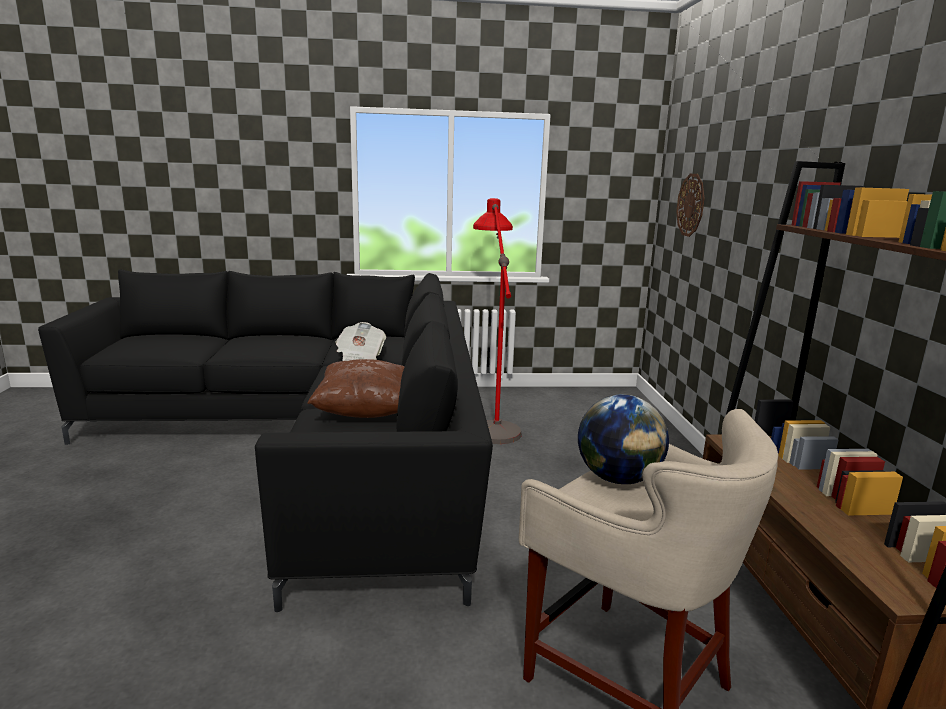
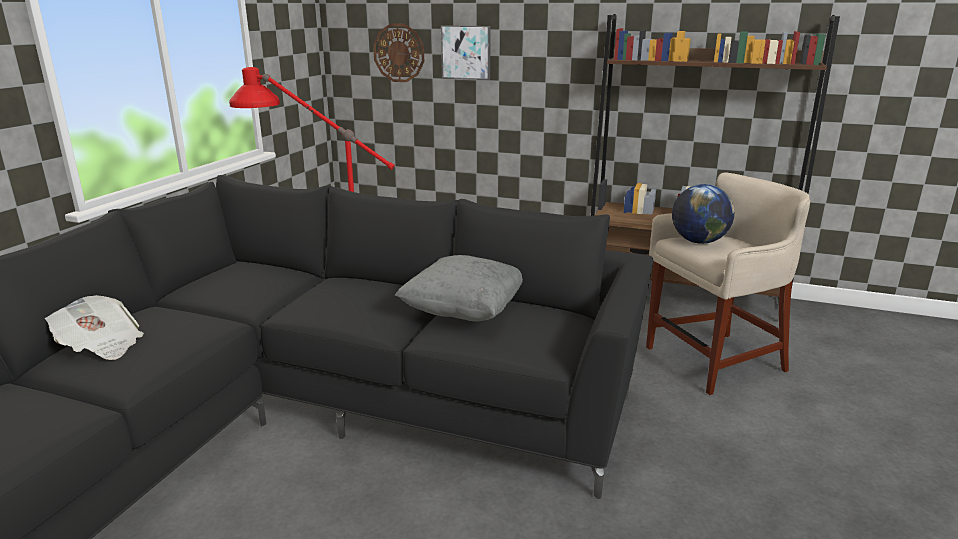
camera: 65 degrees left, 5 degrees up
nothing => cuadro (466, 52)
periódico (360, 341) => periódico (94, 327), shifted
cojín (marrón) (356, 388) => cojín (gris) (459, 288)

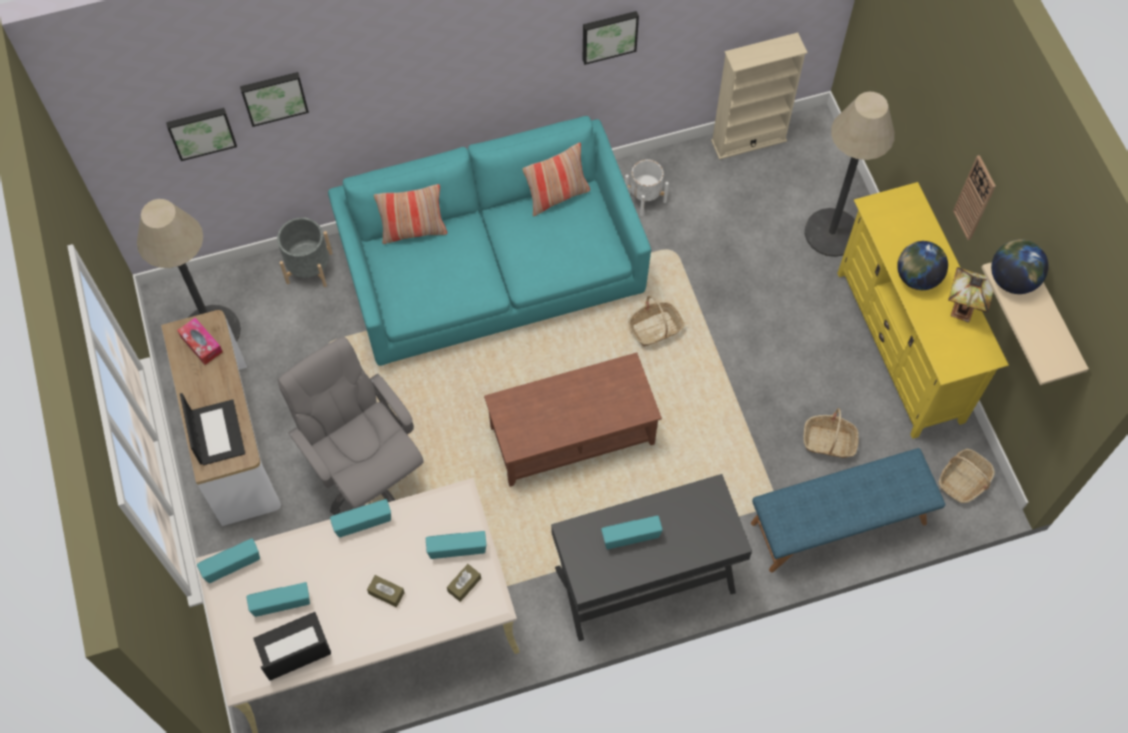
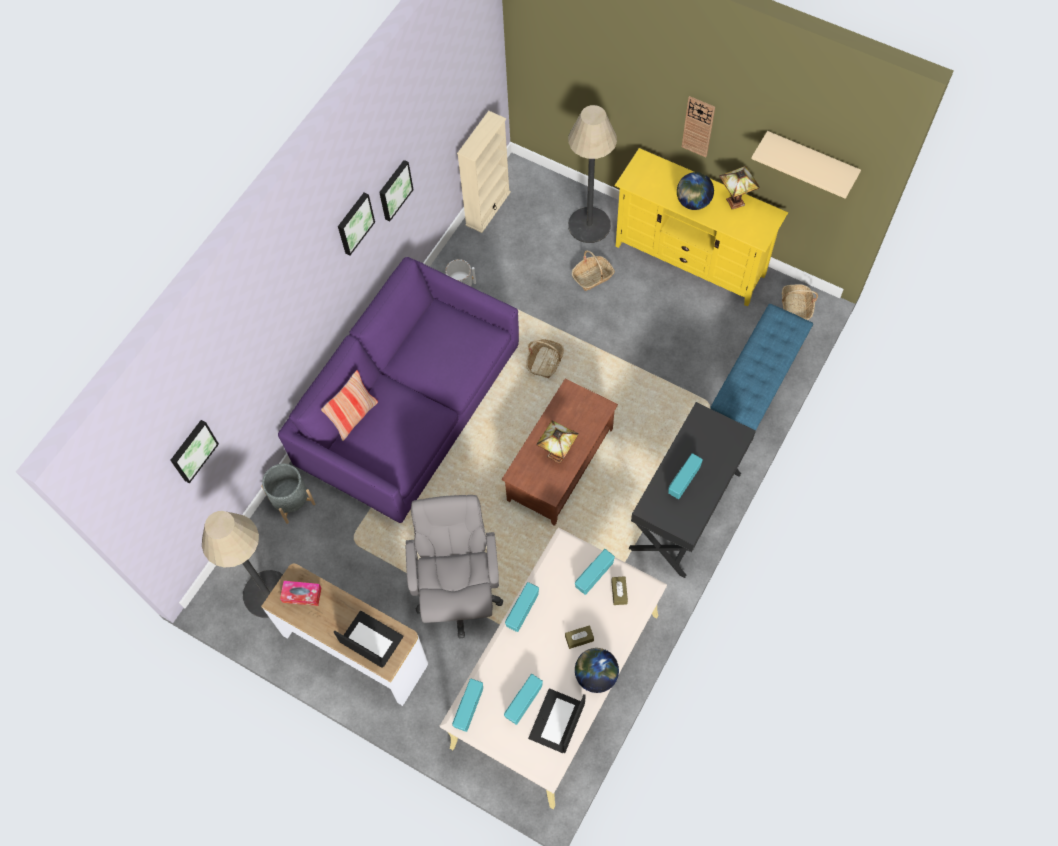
camera: 40 degrees left, 0 degrees up
cojín (556, 179) => nothing
nothing => lámpara de mesa (557, 442)
cuadro (274, 99) => cuadro (356, 224), shifted
cesta (831, 433) => cesta (593, 270), shifted
globo terráqueo (1020, 266) => globo terráqueo (597, 670), shifted
sofá (turquesa) (489, 241) => sofá (morado) (398, 390)
silla de oficina (gris) (351, 426) => silla de oficina (gris) (454, 567), 75 degrees clockwise

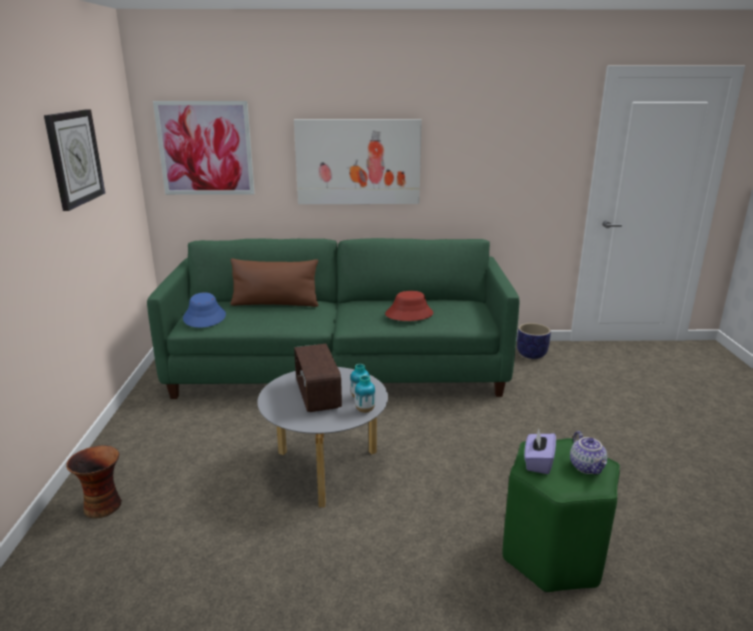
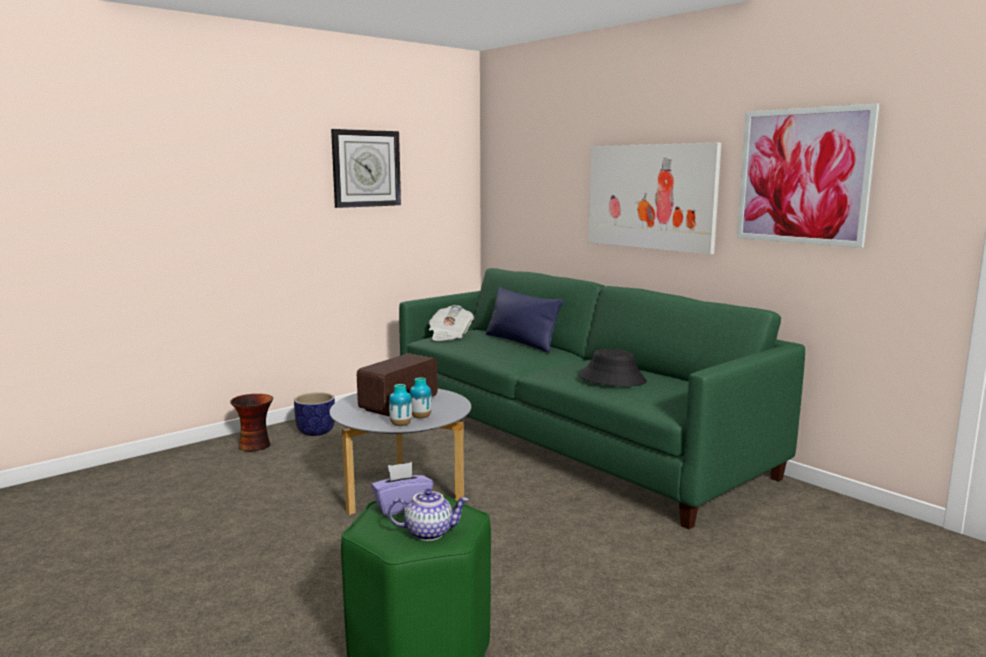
camera: 50 degrees right, 10 degrees down
cuadro (204, 148) => cuadro (808, 175), shifted
maceta (534, 341) => maceta (314, 414), shifted
sombrero (azul) (204, 310) => periódico (451, 323)
cojín (marrón) (274, 282) => cojín (azul) (524, 320)
sombrero (rojo) (409, 306) => sombrero (negro) (613, 367)
tetera (588, 453) => tetera (428, 515), 135 degrees counterclockwise

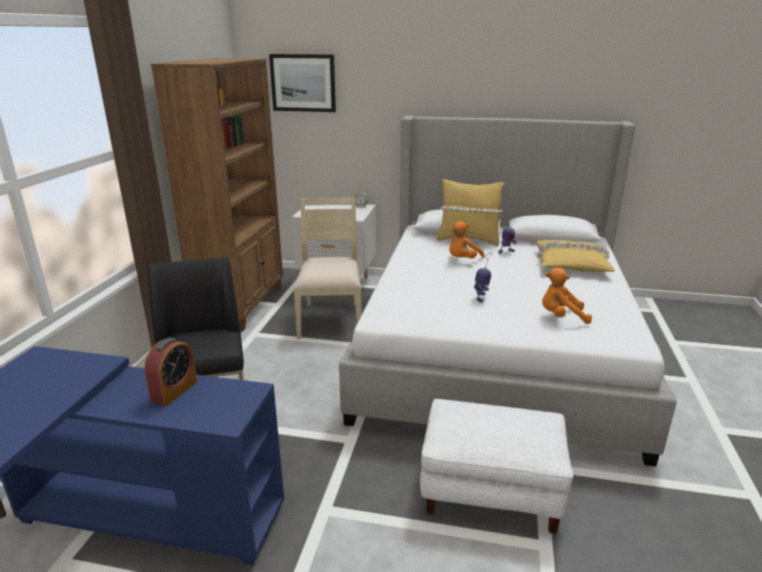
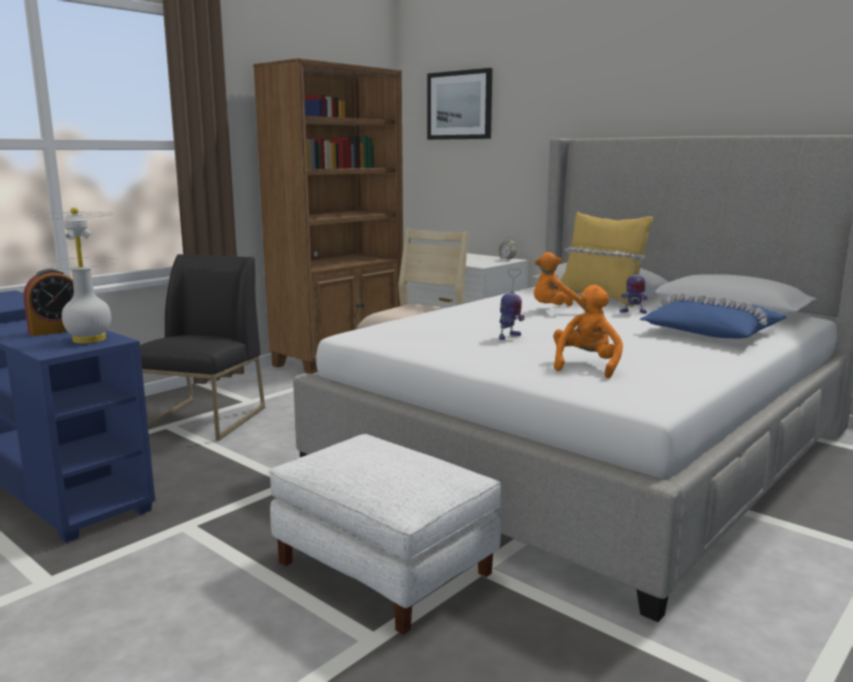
camera: 30 degrees right, 10 degrees down
nothing => lámpara de mesa (blanco) (76, 275)
cojín (amarillo) (575, 256) => cojín (azul) (713, 316)
peluche (naranja) (567, 296) => peluche (naranja) (588, 332), 75 degrees clockwise

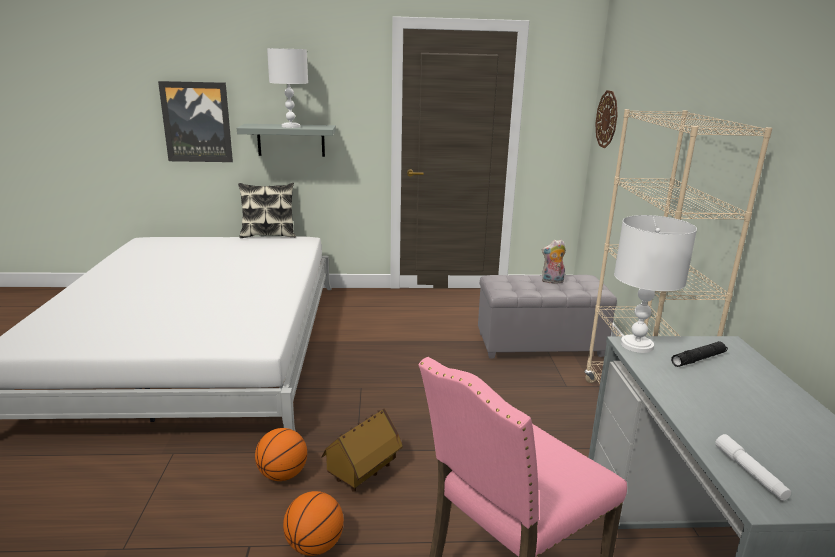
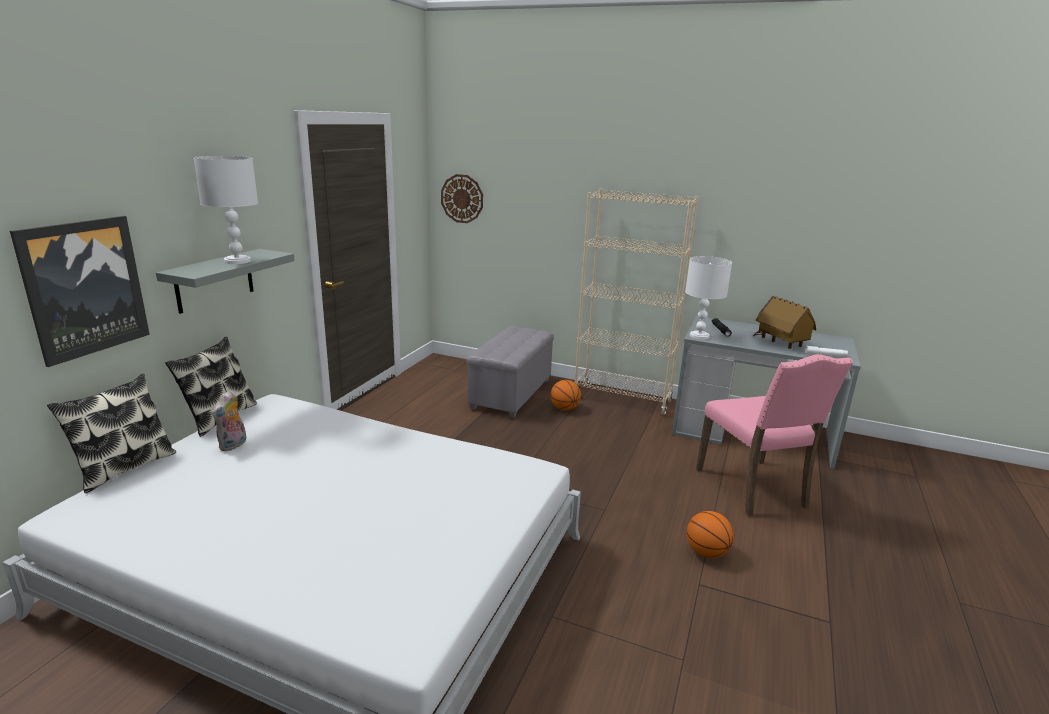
camera: 65 degrees left, 0 degrees up
nothing => cojín (111, 433)
balón de baloncesto (281, 454) => balón de baloncesto (565, 395), shifted
casita (362, 450) => casita (784, 322), shifted
peluche (554, 261) => peluche (229, 420), shifted

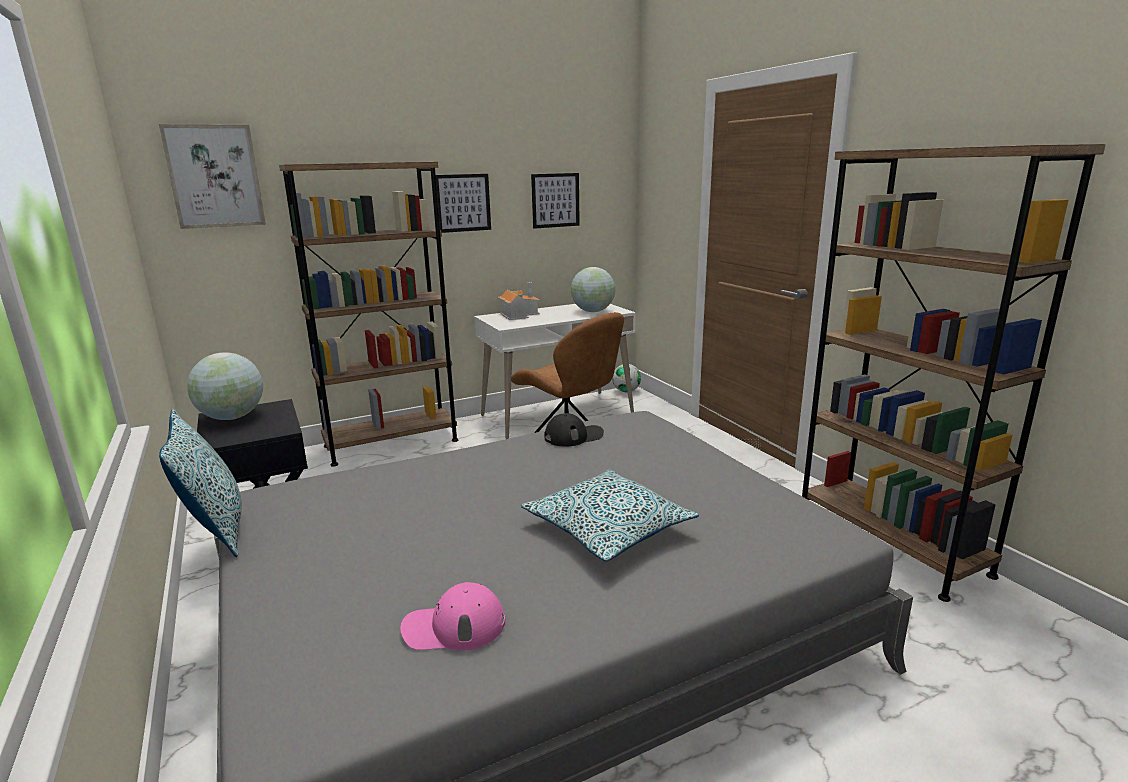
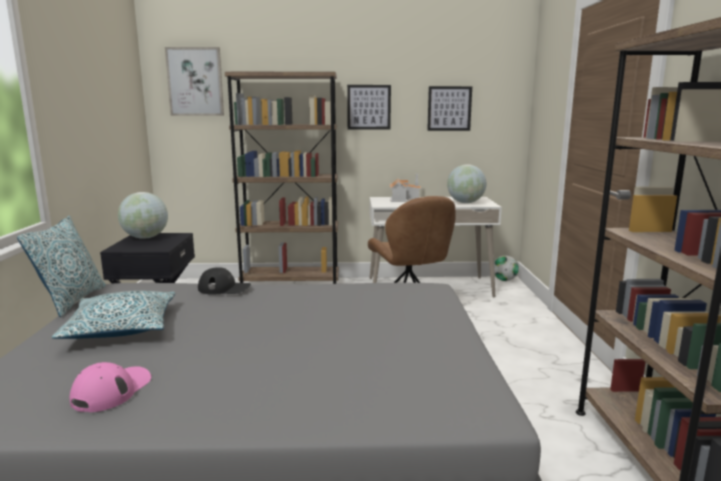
camera: 25 degrees right, 5 degrees down
cojín (609, 515) => cojín (113, 315), shifted
gorra (negro) (574, 429) => gorra (negro) (224, 281), shifted
gorra (rosa) (453, 616) => gorra (rosa) (110, 387), 90 degrees clockwise

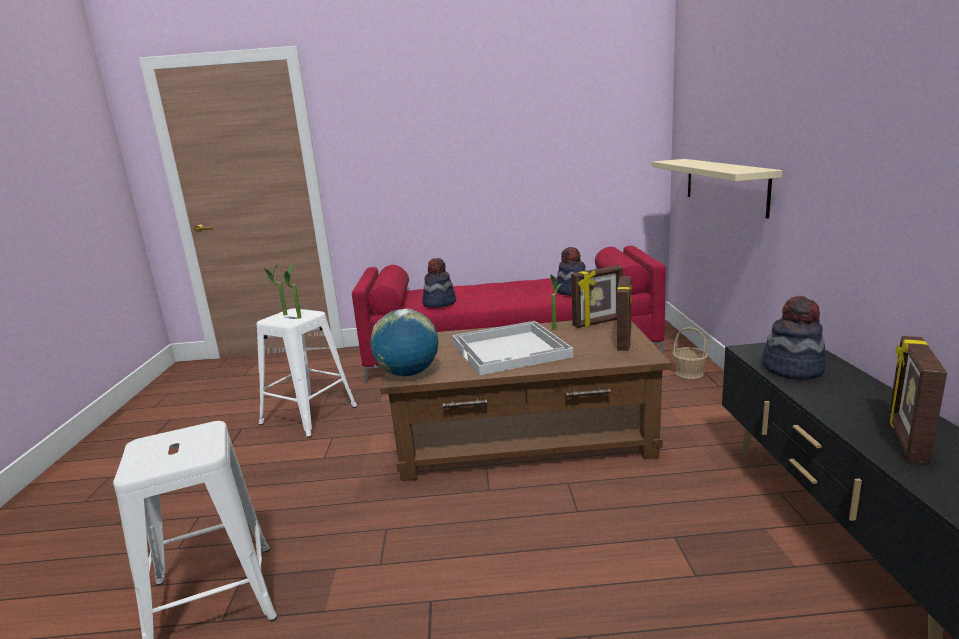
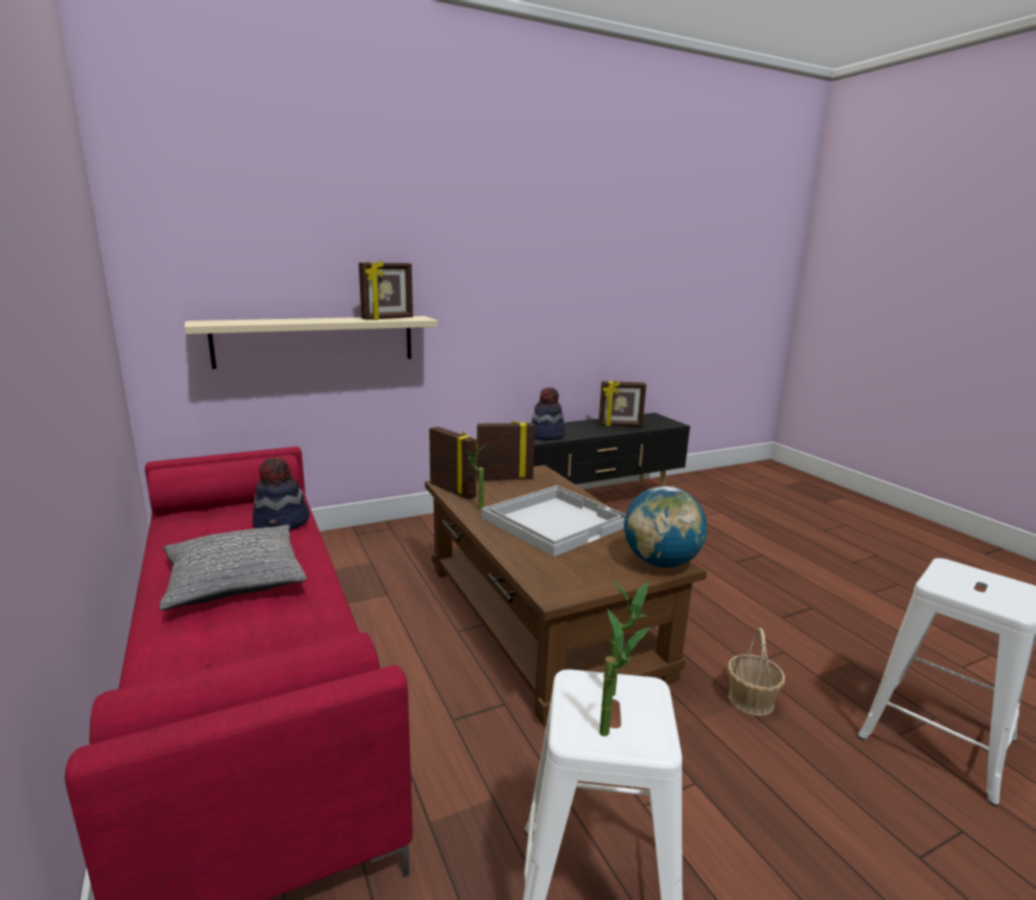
camera: 115 degrees left, 0 degrees up
sombrero (439, 283) => nothing
nothing => cojín (gris) (233, 567)
nothing => portarretratos (386, 290)
cesta (690, 353) => cesta (756, 672), shifted

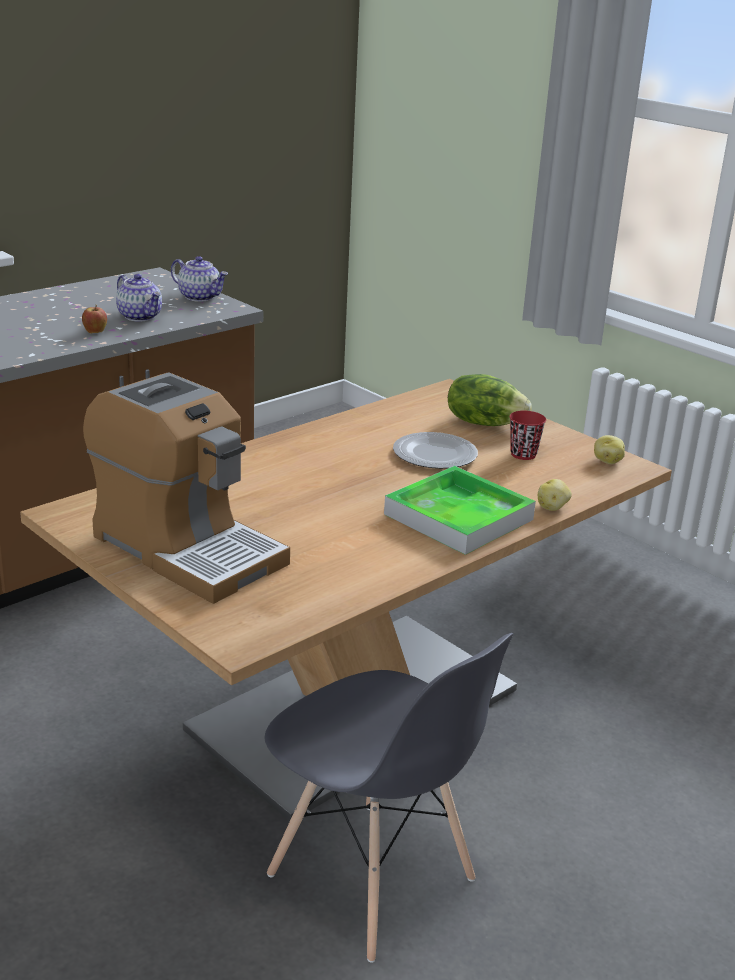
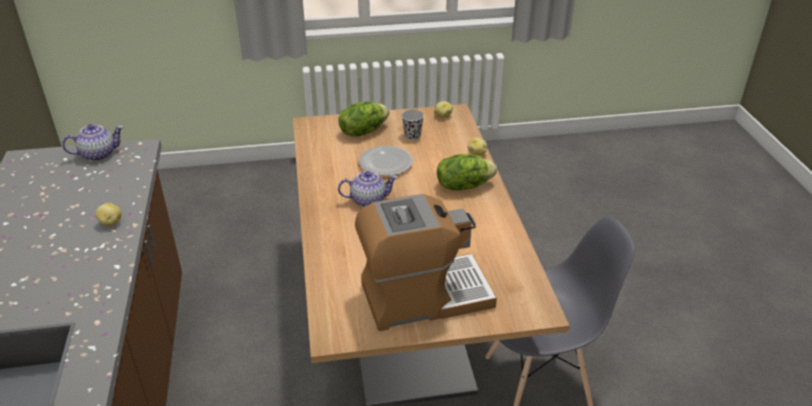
camera: 55 degrees left, 10 degrees up
tetera (139, 297) => tetera (368, 189), shifted
manzana (94, 319) => patata (108, 214)
bandeja (460, 510) => lechuga (467, 172)
taza (rojo) (528, 435) => taza (negro) (413, 124)

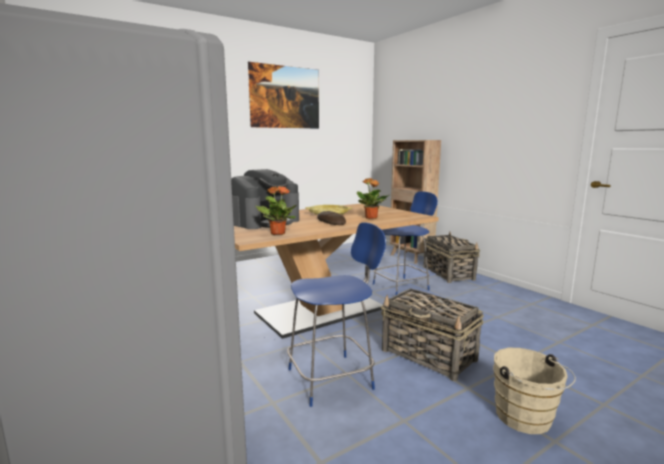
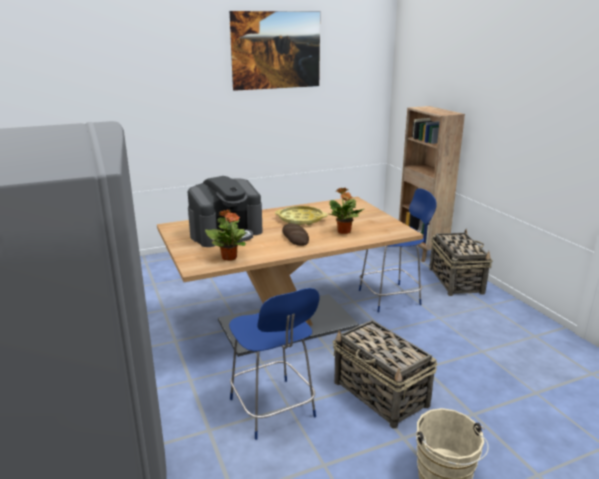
camera: 10 degrees right, 10 degrees up
silla (azul) (336, 314) => silla (azul) (274, 364), 75 degrees clockwise

